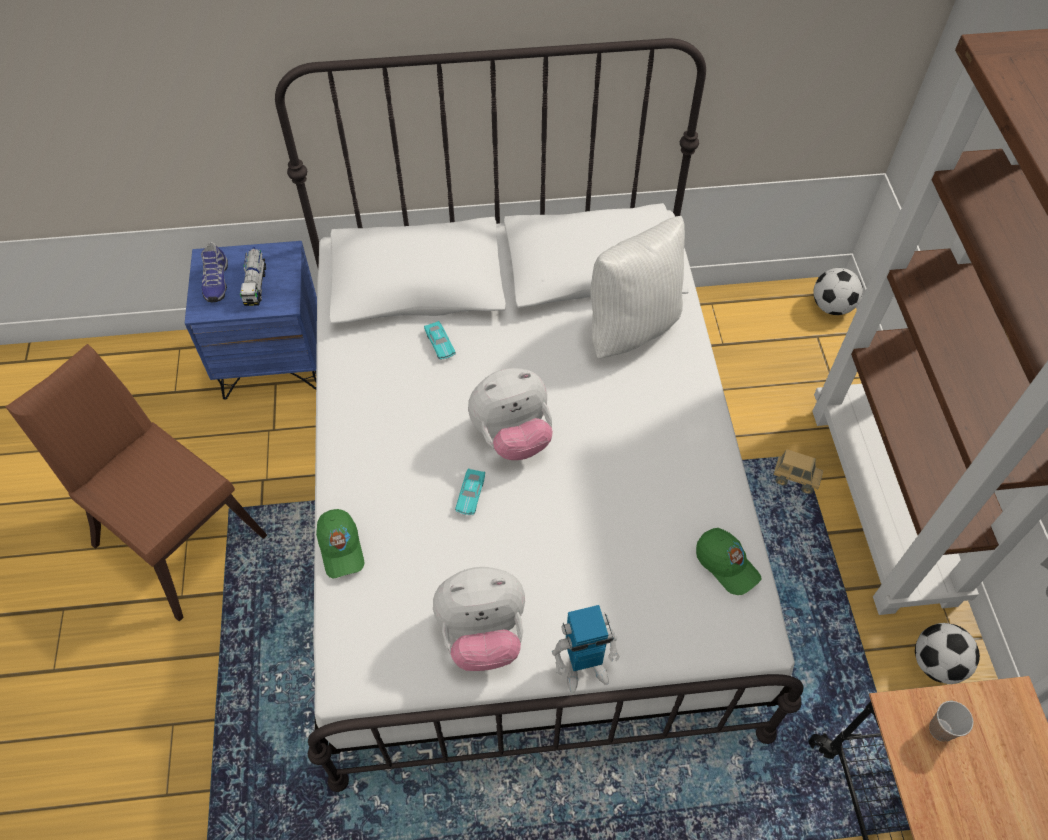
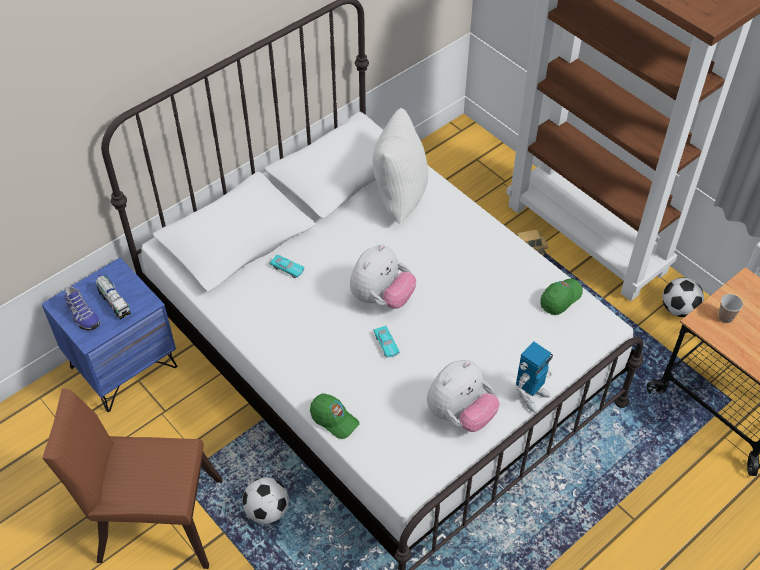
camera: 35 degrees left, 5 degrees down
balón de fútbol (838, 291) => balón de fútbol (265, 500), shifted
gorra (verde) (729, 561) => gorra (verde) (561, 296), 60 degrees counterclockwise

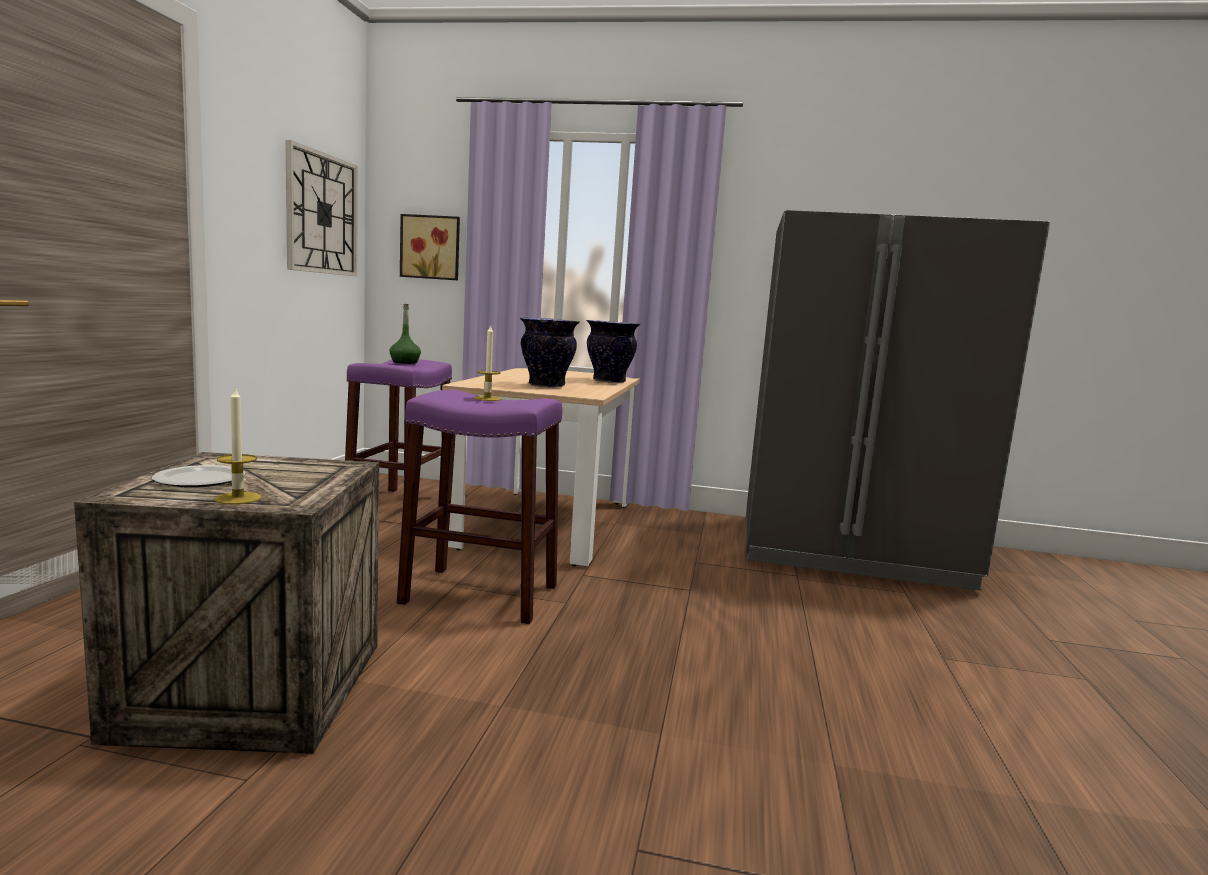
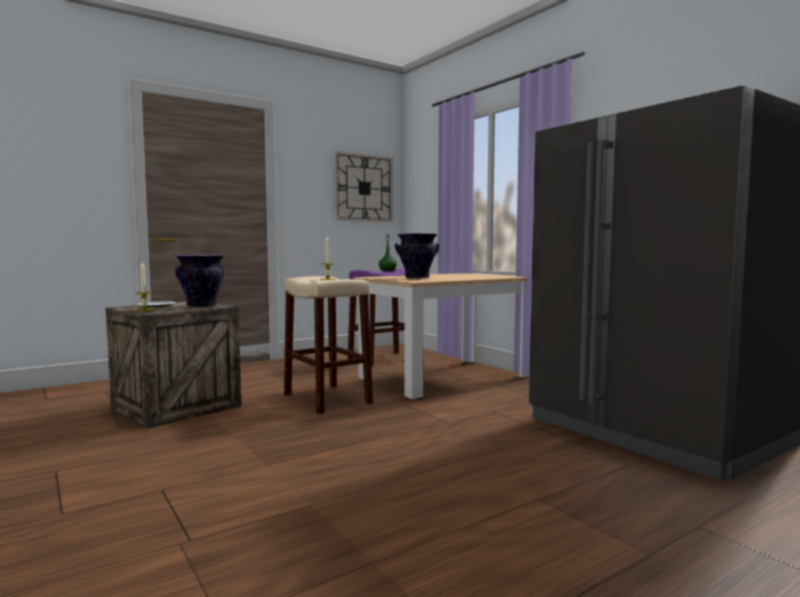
camera: 45 degrees right, 5 degrees down
cuadro (430, 247) => nothing
florero (613, 351) => florero (199, 281), shifted
taburete (morado) (479, 506) => taburete (beis) (328, 345)

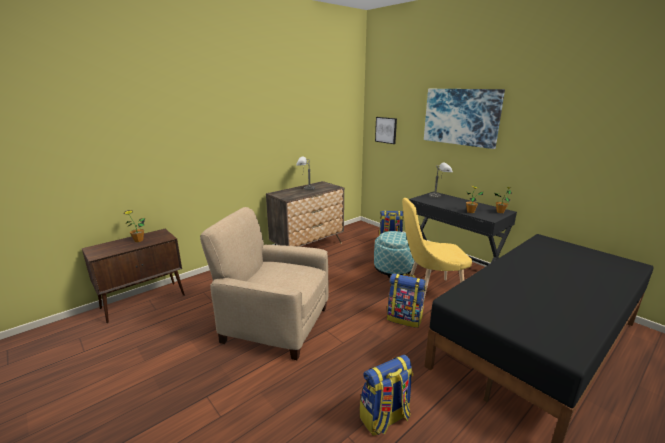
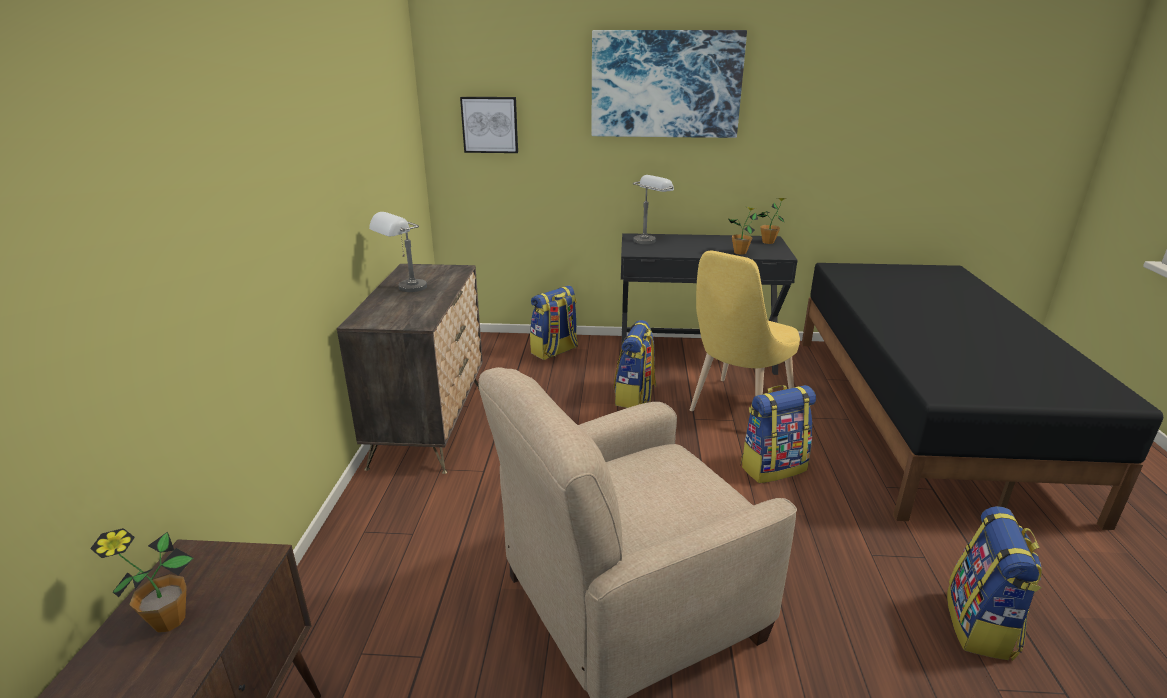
camera: 45 degrees left, 5 degrees up
puf (394, 254) => mochila (635, 364)

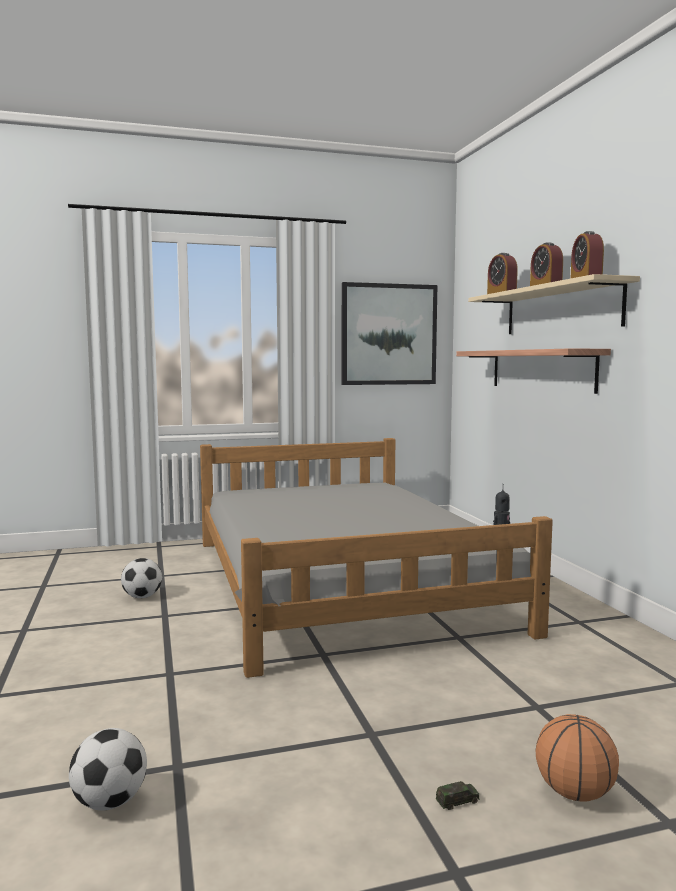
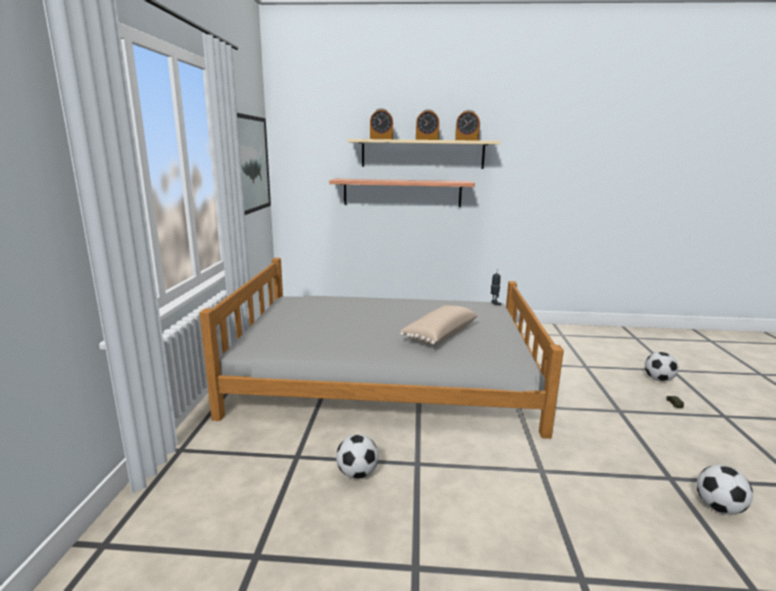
camera: 70 degrees left, 10 degrees up
nothing => cojín (beis) (439, 325)
balón de baloncesto (577, 758) => balón de fútbol (662, 367)

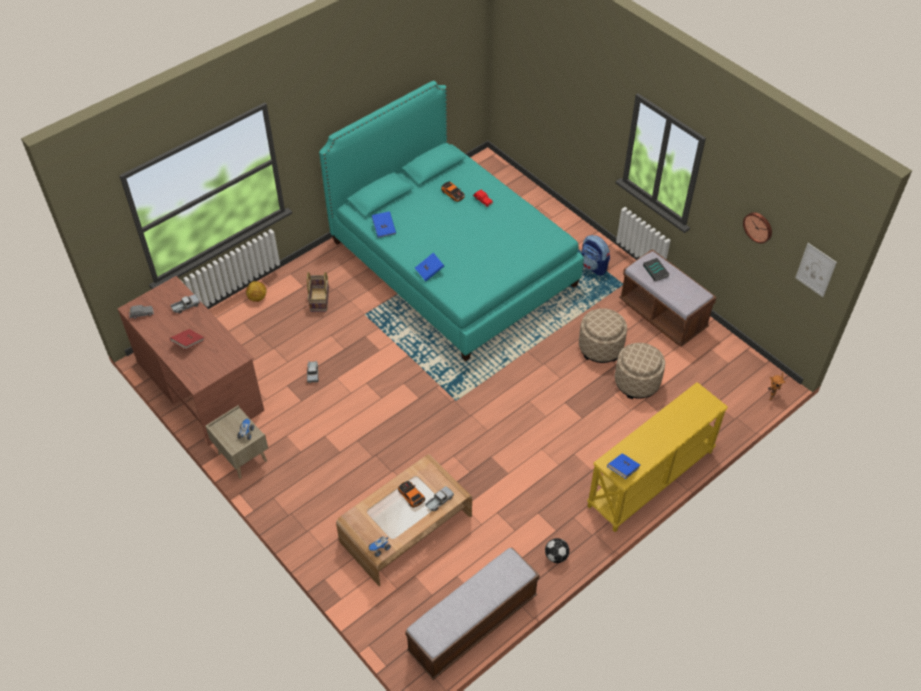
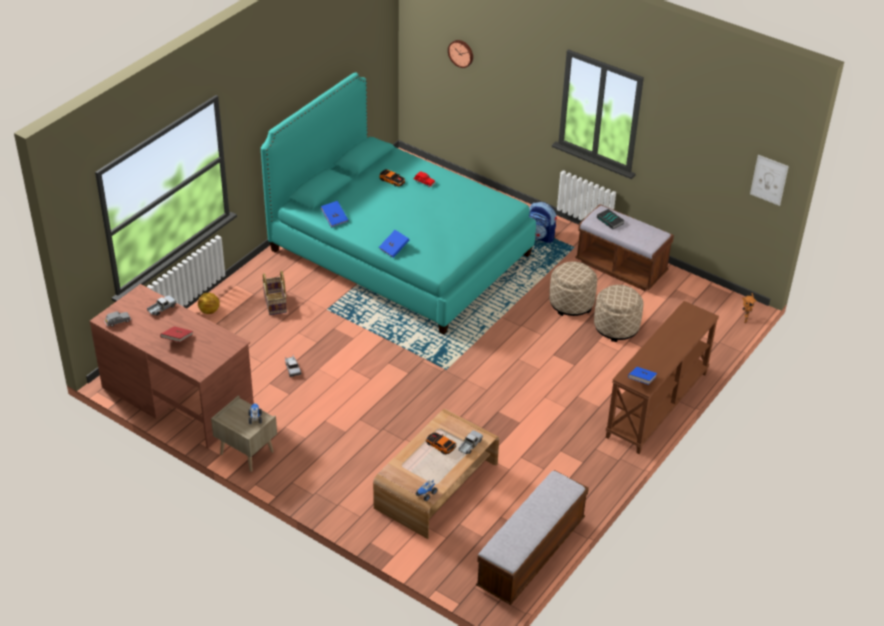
camera: 15 degrees left, 10 degrees down
balón de fútbol (557, 550) => nothing
reloj de pared (757, 227) => reloj de pared (460, 54), shifted
mesa consola (amarillo) (657, 457) => mesa consola (marrón) (662, 377)

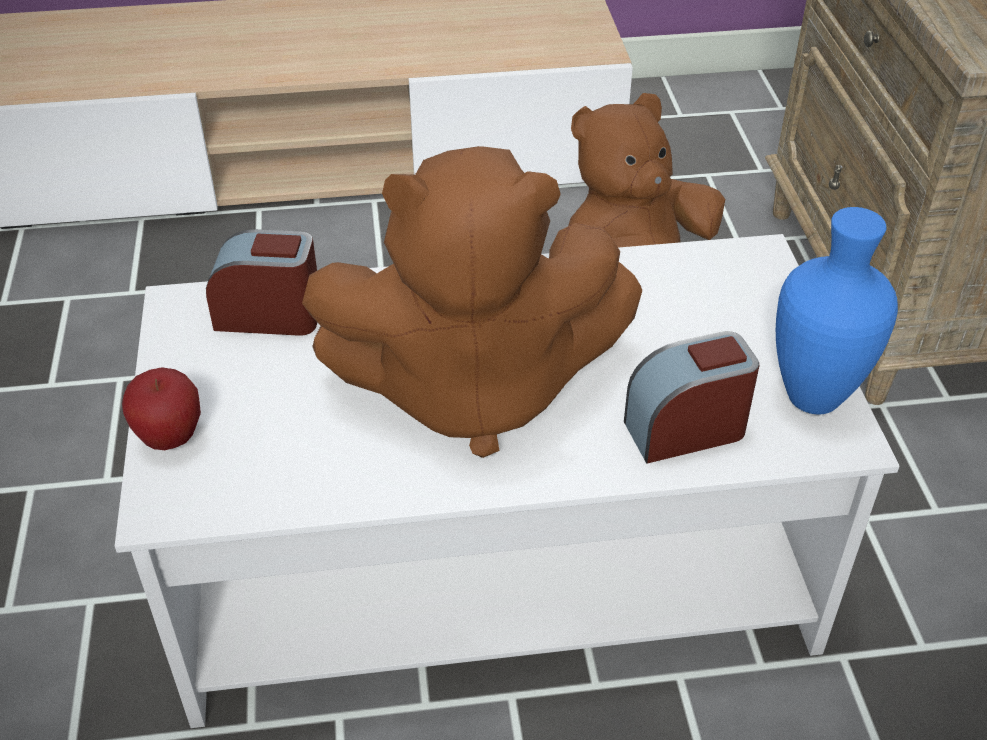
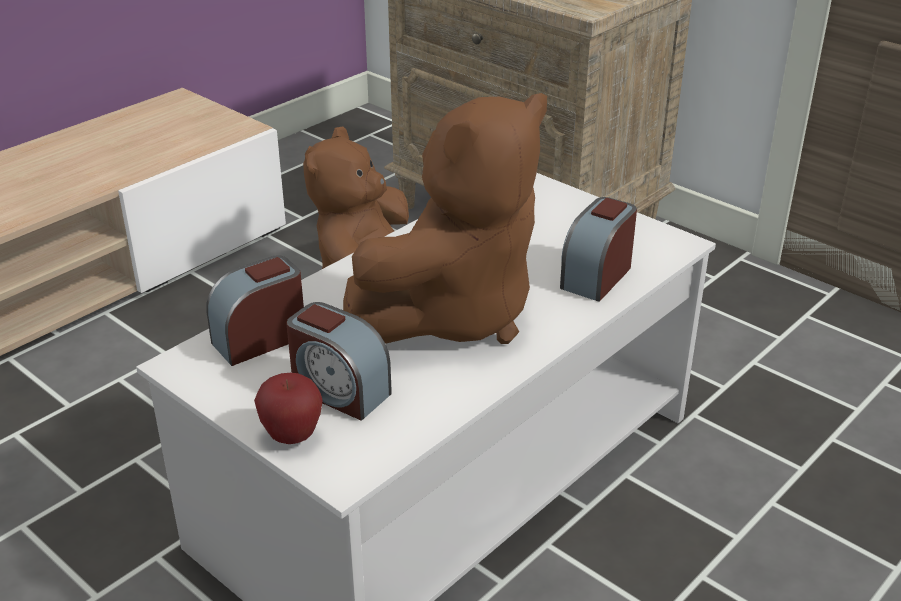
camera: 40 degrees left, 10 degrees down
florero (azul) (837, 310) => nothing
nothing => despertador (339, 361)

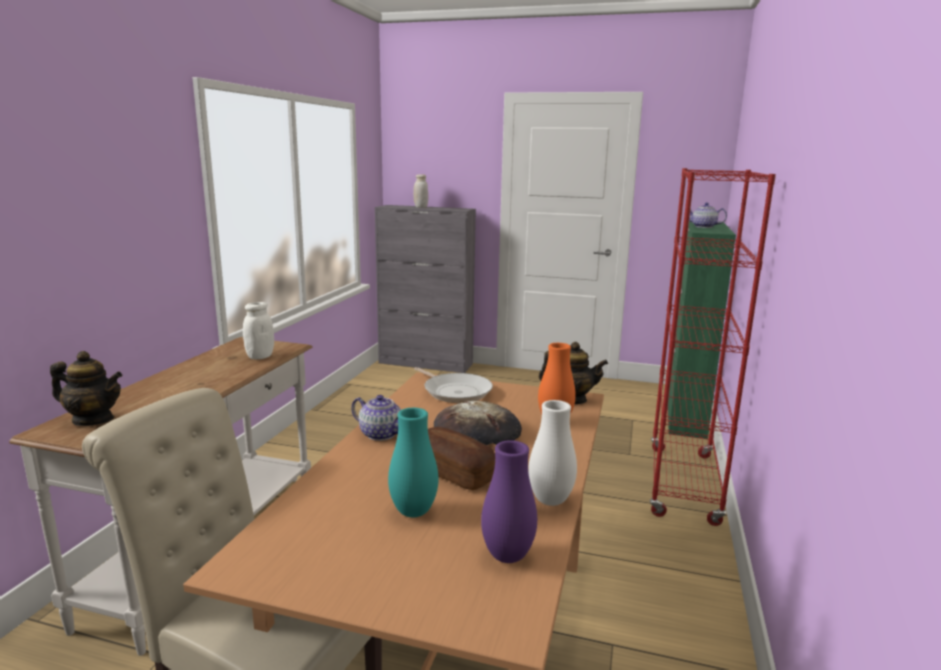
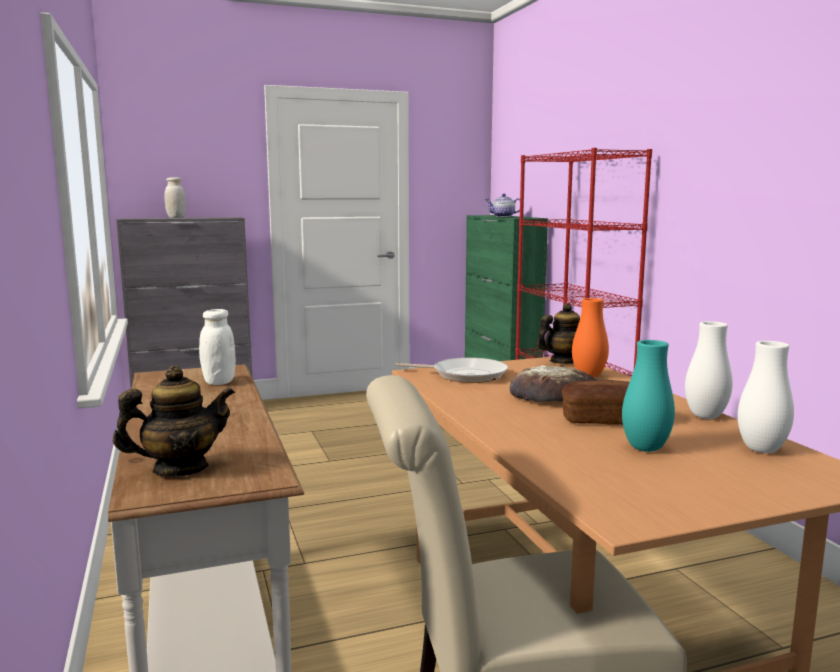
camera: 35 degrees left, 5 degrees down
tetera (376, 418) => nothing
florero (morado) (509, 501) => florero (blanco) (766, 397)

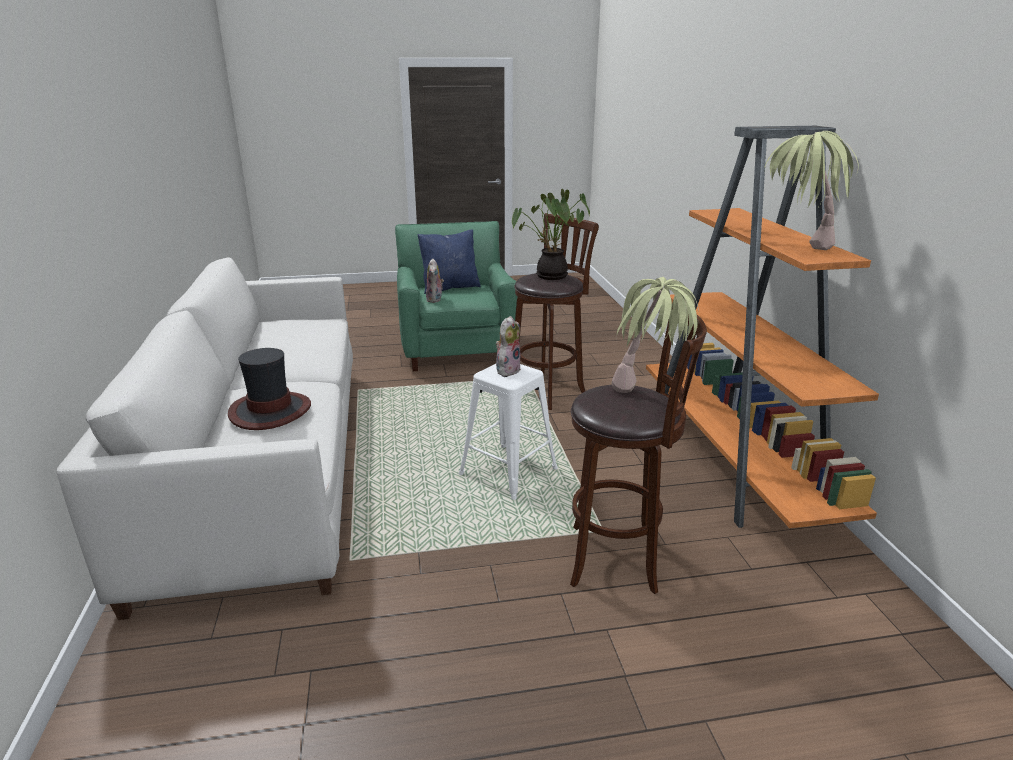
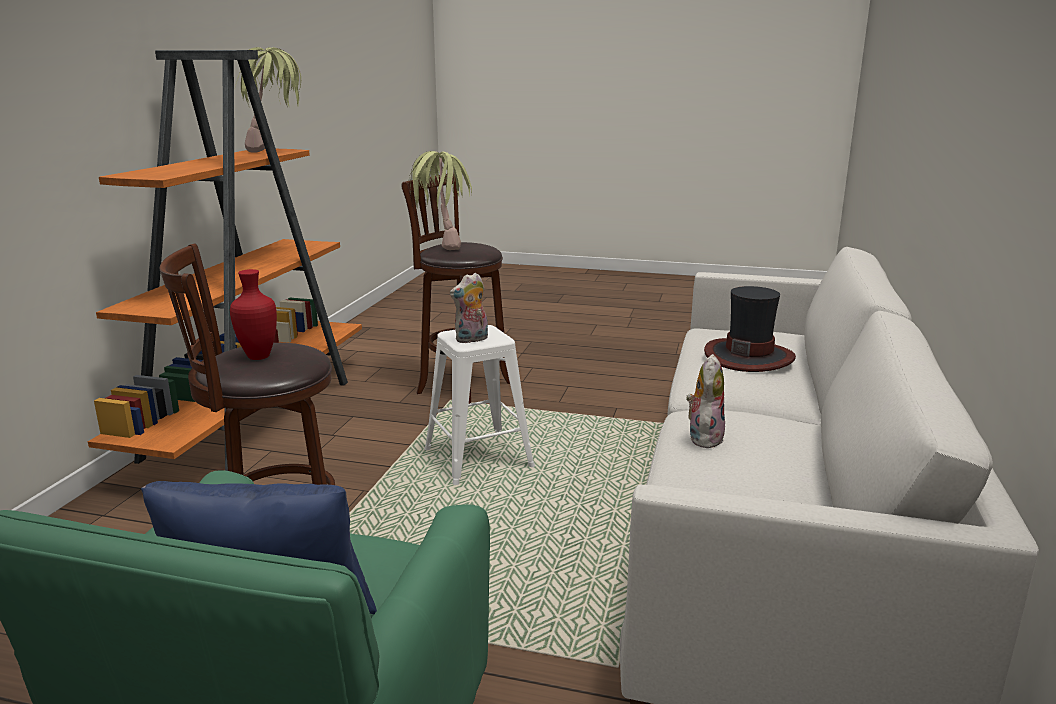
camera: 155 degrees left, 5 degrees down
peluche (435, 280) => peluche (705, 401), shifted
planta en maceta (551, 234) => florero (rojo) (253, 314)

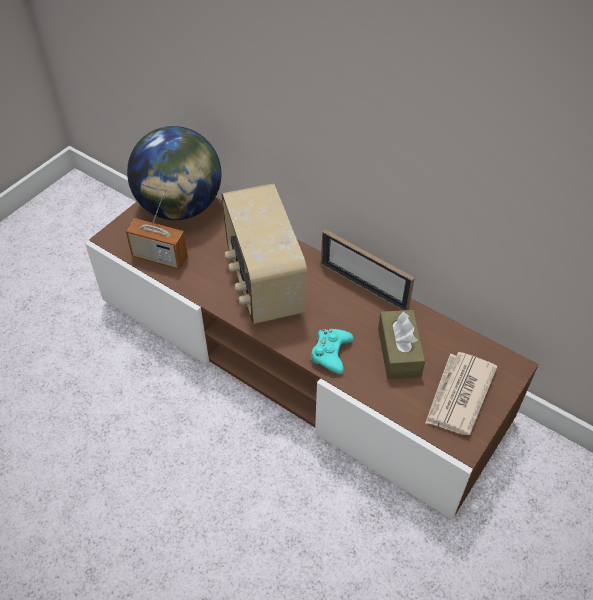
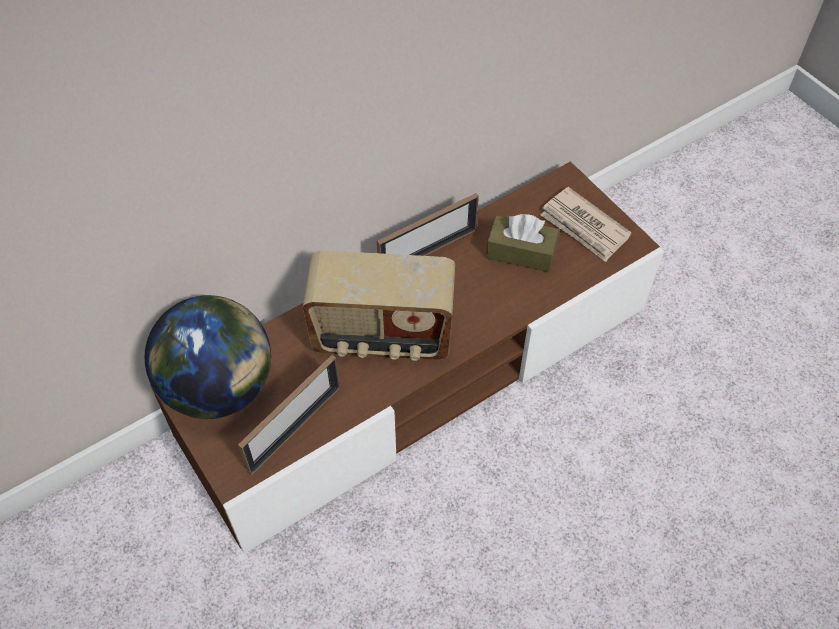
camera: 70 degrees left, 5 degrees up
mando de consola (turquesa) (332, 351) => nothing
radio (157, 231) => portarretratos (289, 415)

